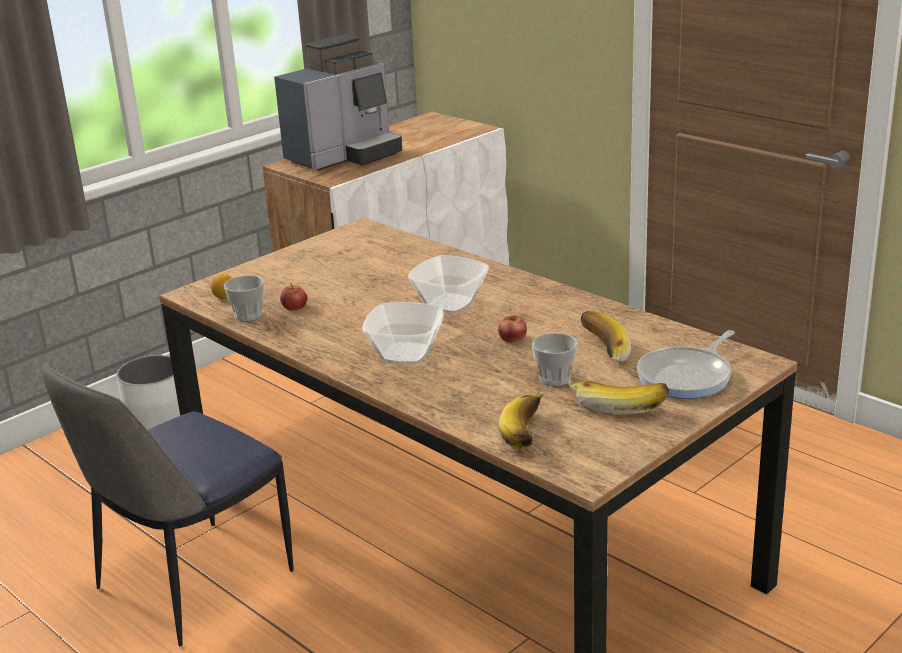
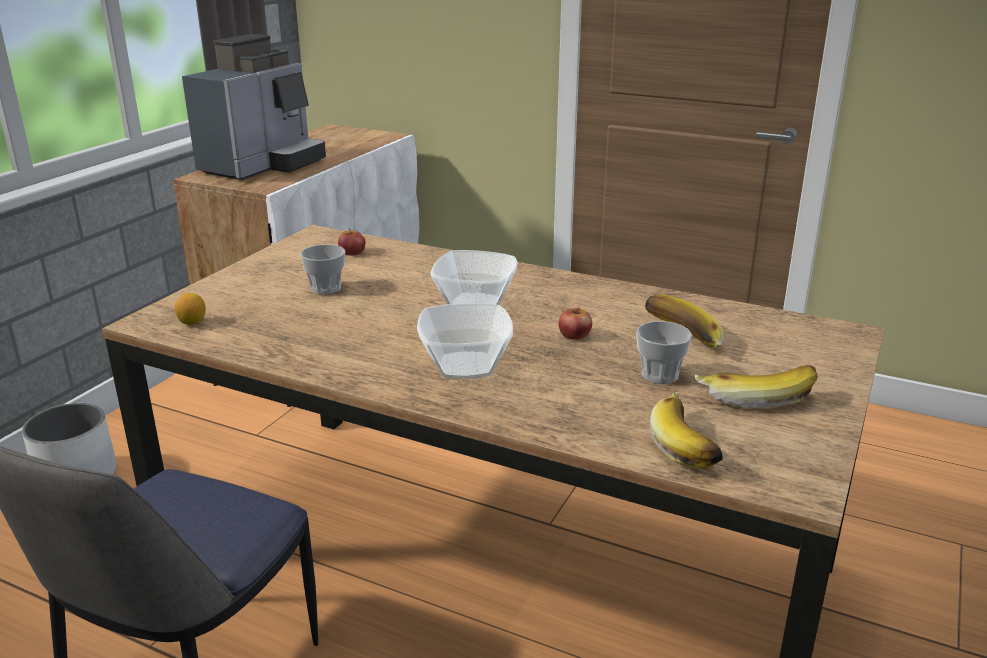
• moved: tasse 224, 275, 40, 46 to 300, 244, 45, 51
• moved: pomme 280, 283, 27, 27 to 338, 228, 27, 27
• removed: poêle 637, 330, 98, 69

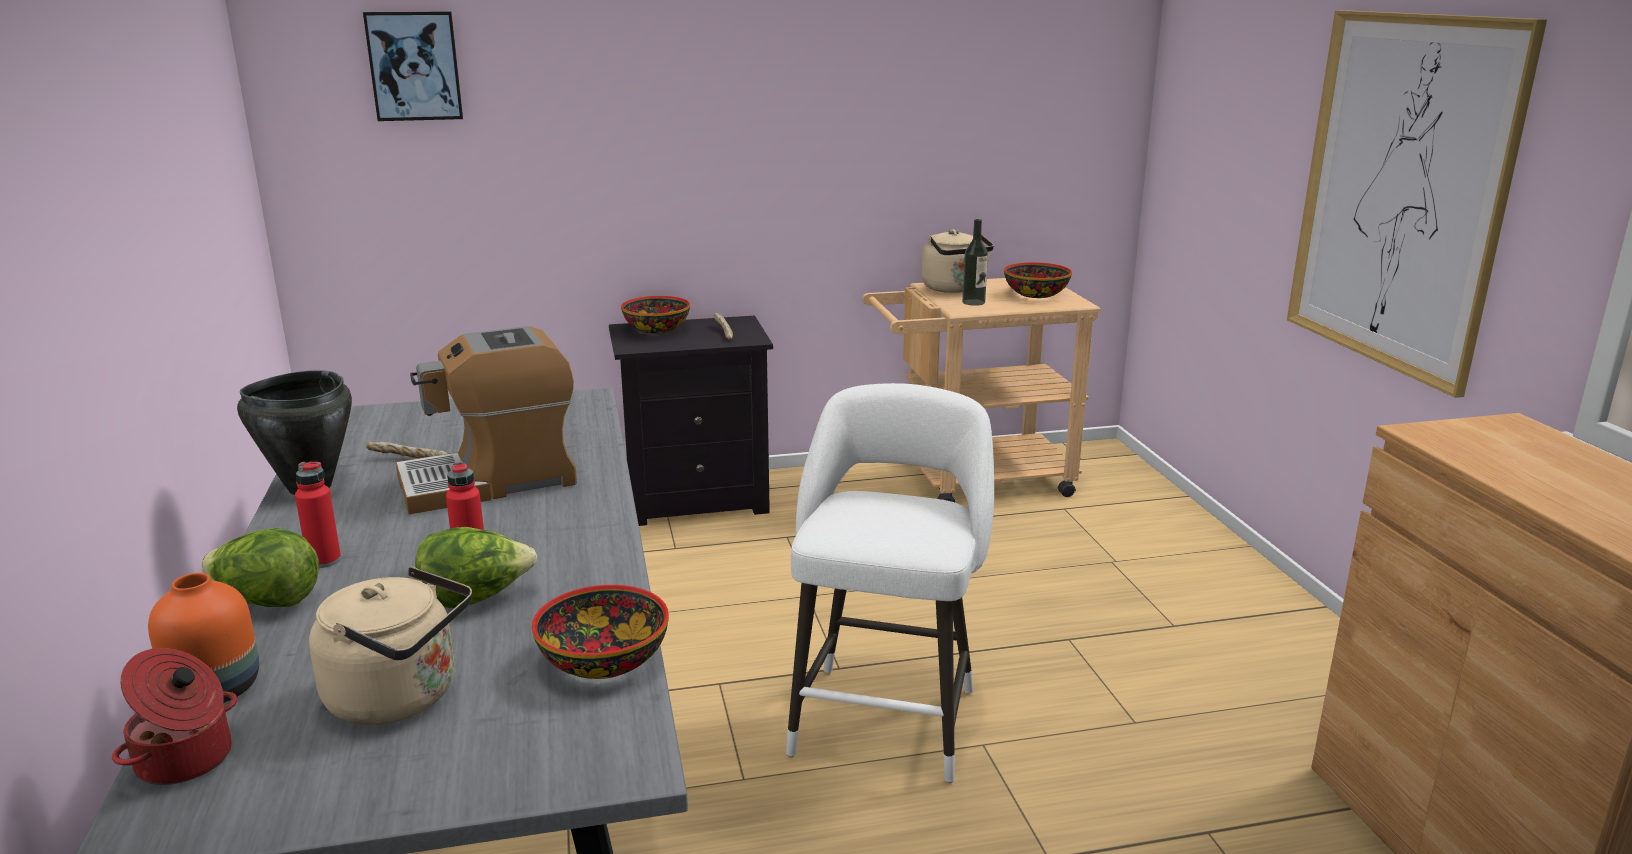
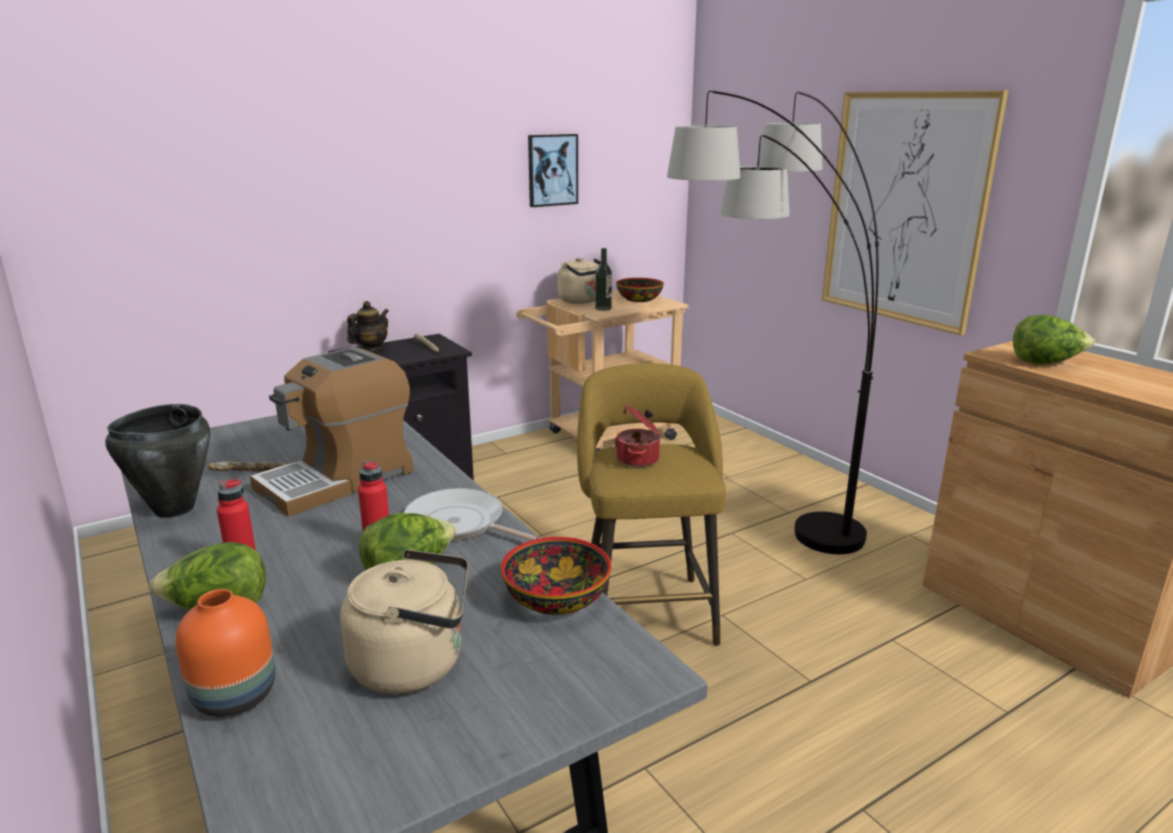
• replaced: bol 621, 296, 69, 38 to théière 347, 301, 42, 52
• added: poêle 404, 488, 136, 53
• moved: tableau 363, 12, 100, 109 to 528, 134, 50, 73
• recoloured: tabouret [blanc] 786, 383, 208, 400 to tabouret [jaune] 577, 363, 149, 283
• moved: marmite 112, 648, 125, 137 to 615, 405, 46, 62
• added: lampadaire 667, 91, 212, 463
• added: laitue 1013, 315, 82, 50

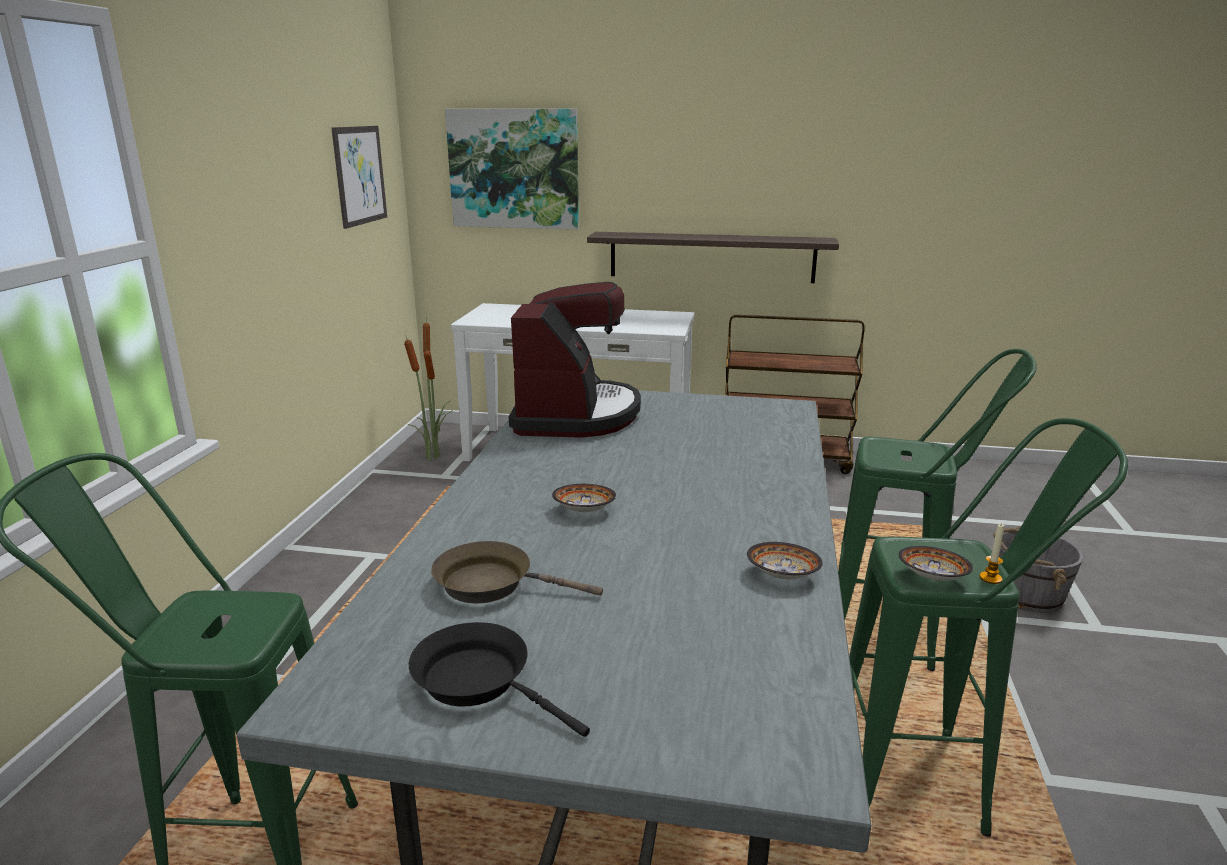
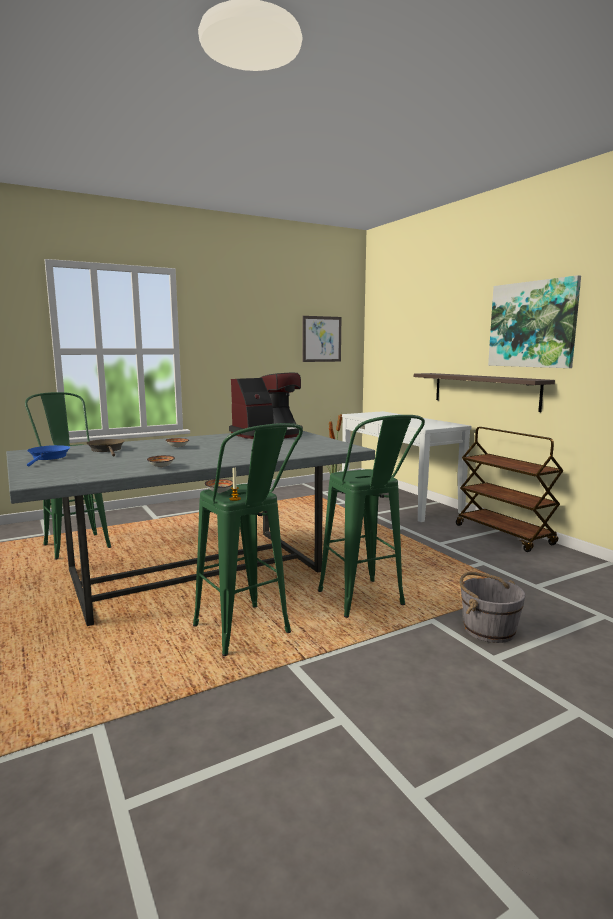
• recoloured: poêle [noir] 409, 622, 181, 115 to poêle [bleu] 27, 445, 43, 22
• moved: tableau 445, 109, 134, 120 to 488, 275, 93, 93

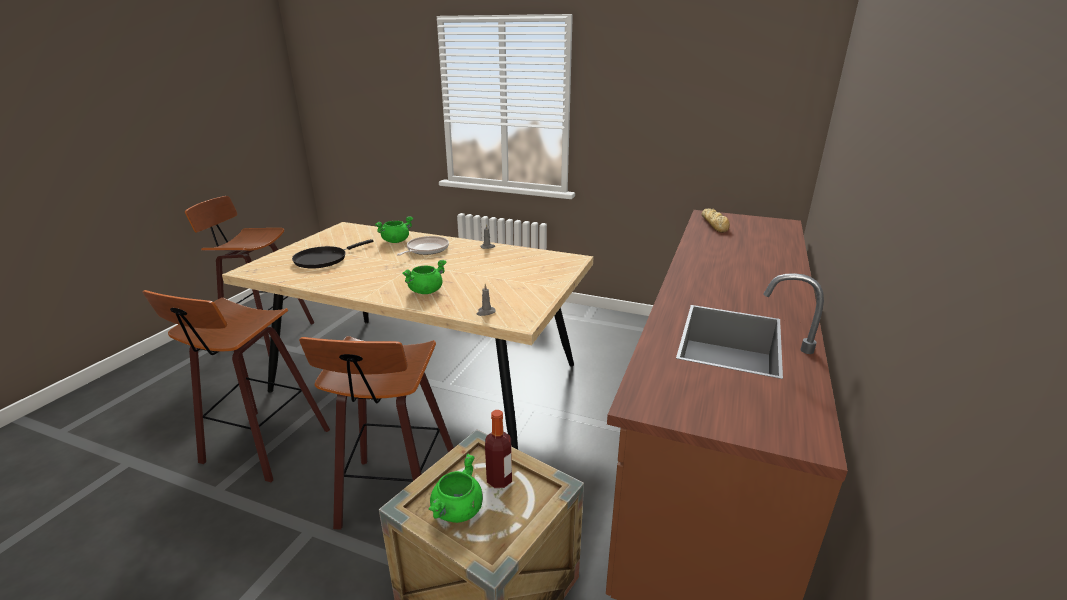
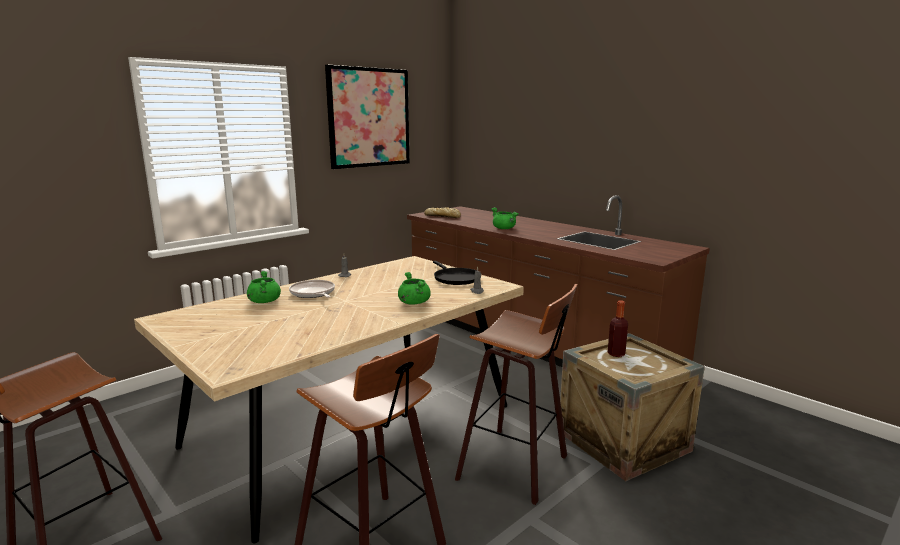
• added: tableau 325, 65, 85, 104
• moved: poêle [noir] 292, 239, 82, 29 to 433, 261, 44, 24
• moved: marmite [vert] 428, 454, 55, 69 to 491, 207, 28, 22

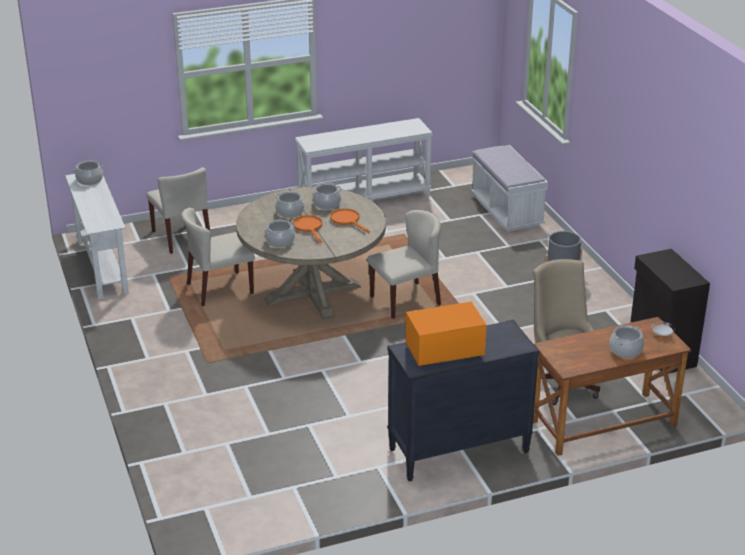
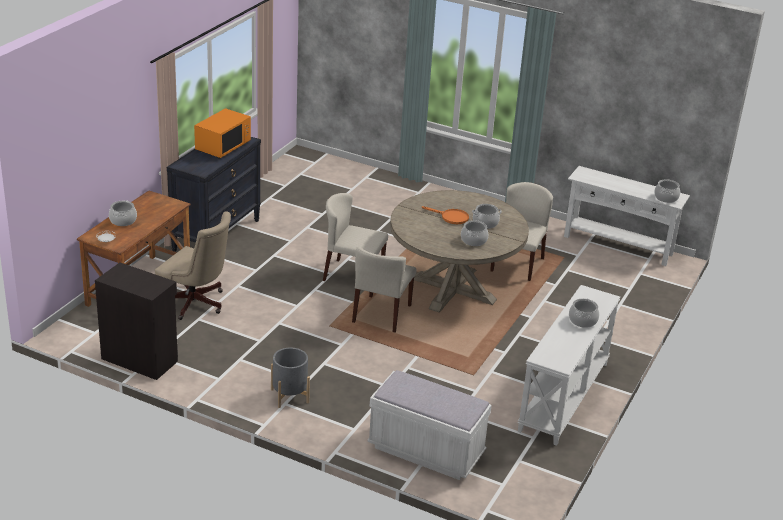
• moved: chaise [beige] 147, 167, 63, 87 to 323, 193, 65, 88
• moved: marmite 264, 220, 31, 27 to 569, 299, 30, 29
• removed: poêle [orange] 330, 209, 40, 24

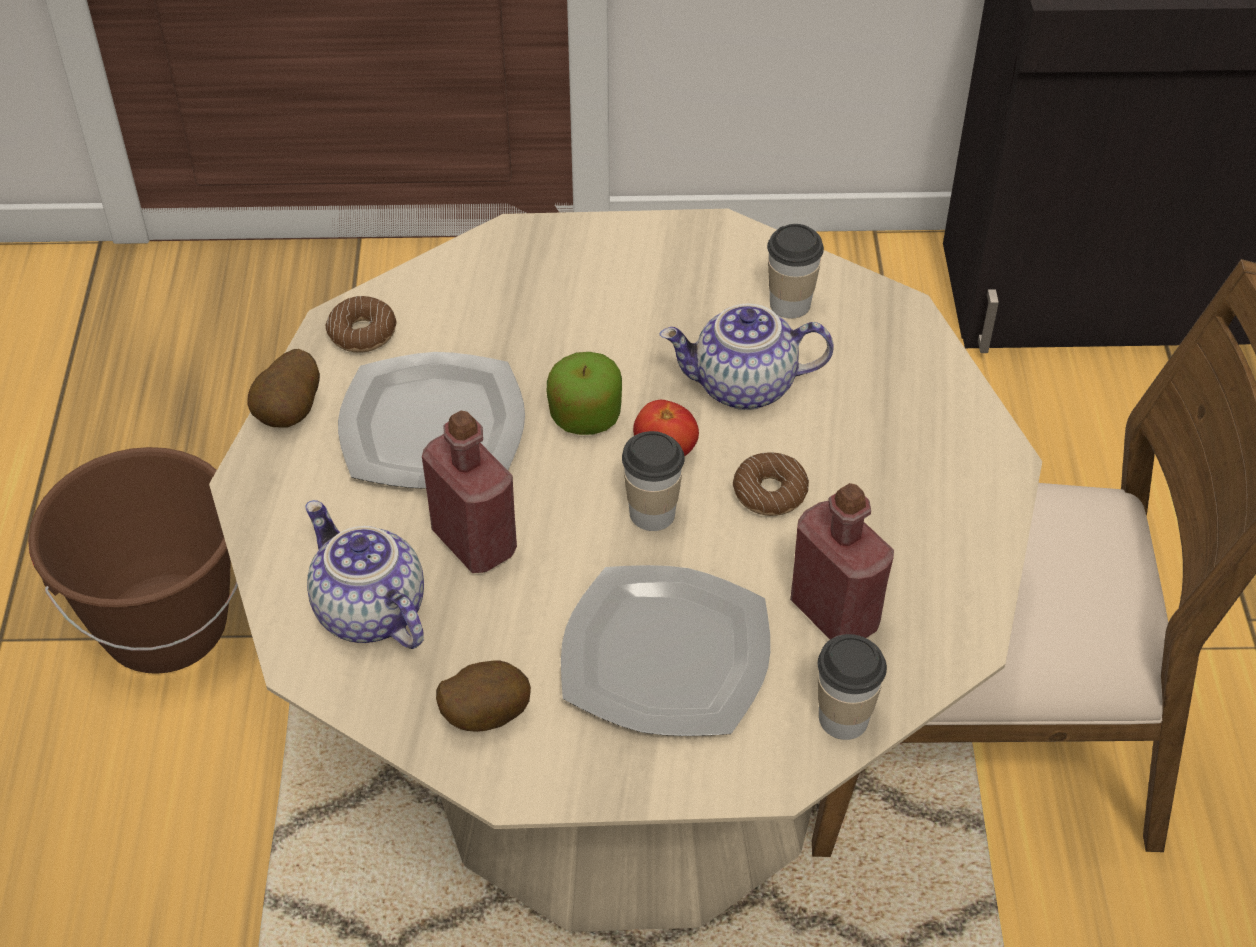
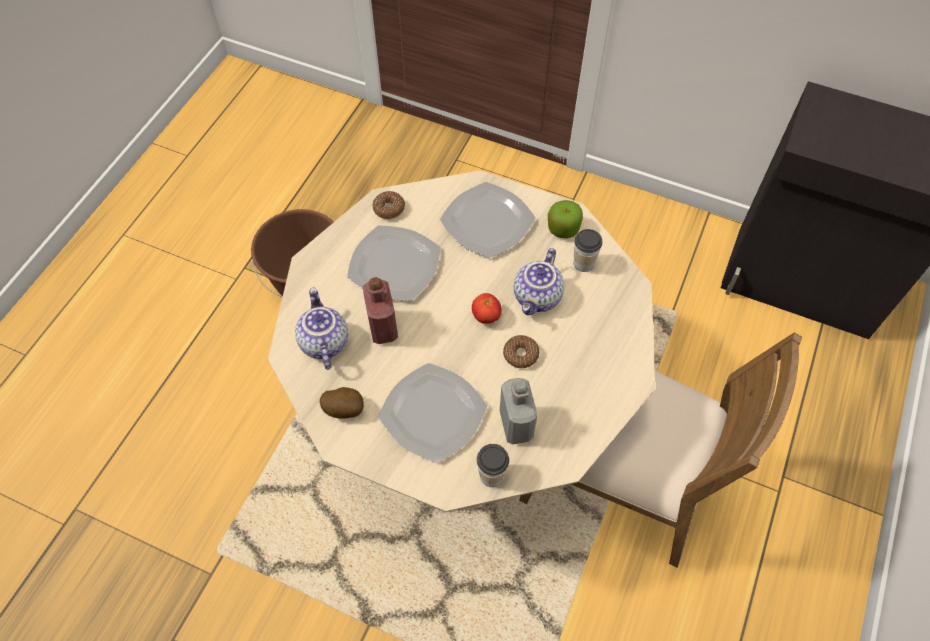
• added: assiette 440, 182, 96, 76
• recoloured: bouteille [rouge] 790, 483, 104, 156 to bouteille [gris] 500, 378, 38, 66
• turned: théière 660, 304, 174, 106 = 514, 248, 50, 67 90 degrees counterclockwise
• moved: pomme 547, 352, 75, 83 to 548, 200, 35, 38
• removed: pomme de terre 247, 349, 73, 78
• removed: tasse 622, 431, 63, 100

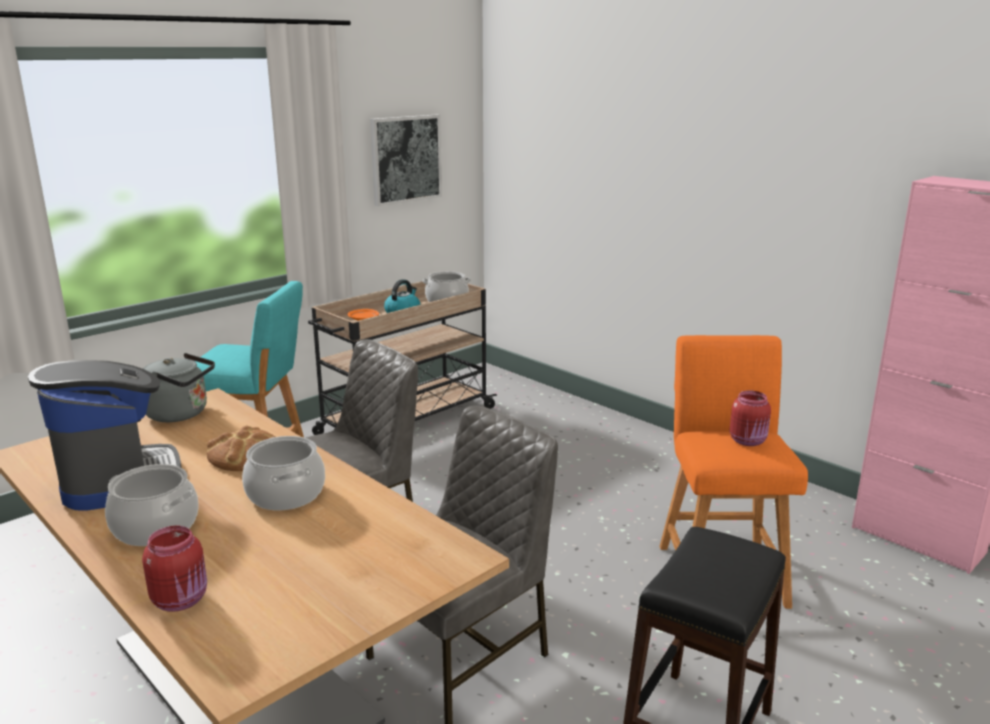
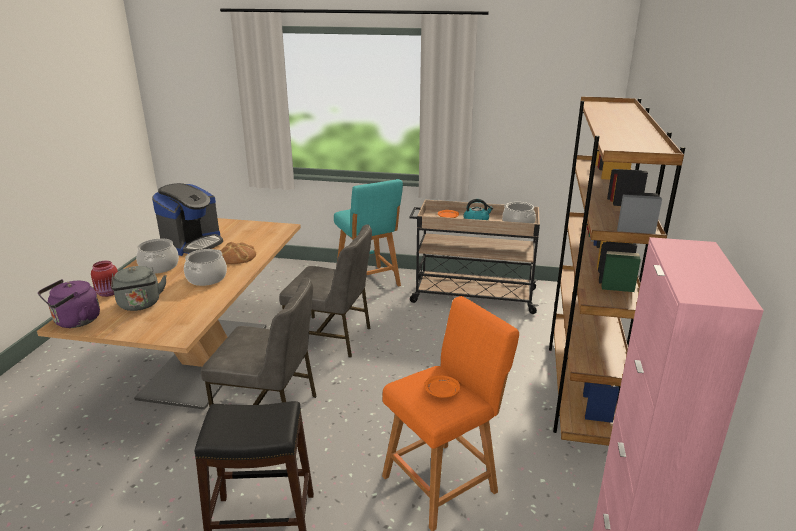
• added: bouilloire [violet] 38, 279, 62, 49
• moved: bouilloire [gris] 143, 353, 72, 69 to 111, 266, 56, 45
• replaced: bocal [rouge] 730, 390, 41, 56 to assiette [orange] 424, 375, 36, 23
• added: bibliothèque [marron] 549, 96, 137, 350
• removed: tableau 370, 115, 72, 91

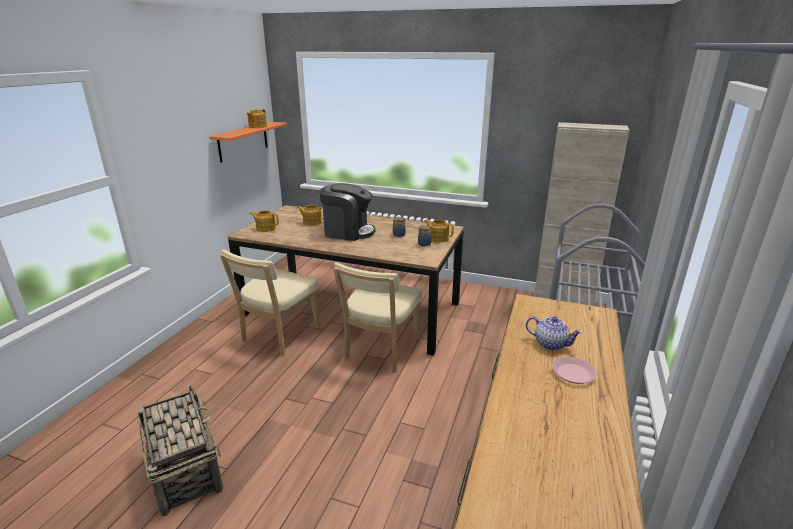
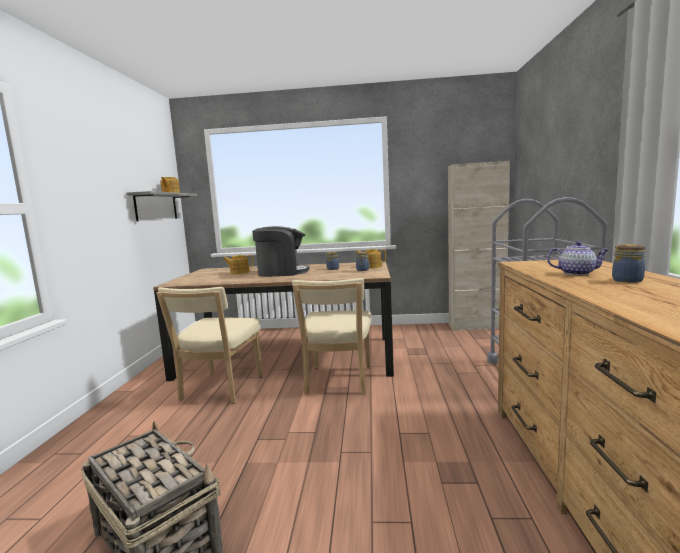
• recoloured: étagère [orange] 209, 122, 78, 40 to étagère [gris] 126, 191, 71, 30
• replaced: assiette [rose] 552, 357, 45, 27 to bocal 612, 244, 33, 39
• removed: théière 250, 210, 29, 22

